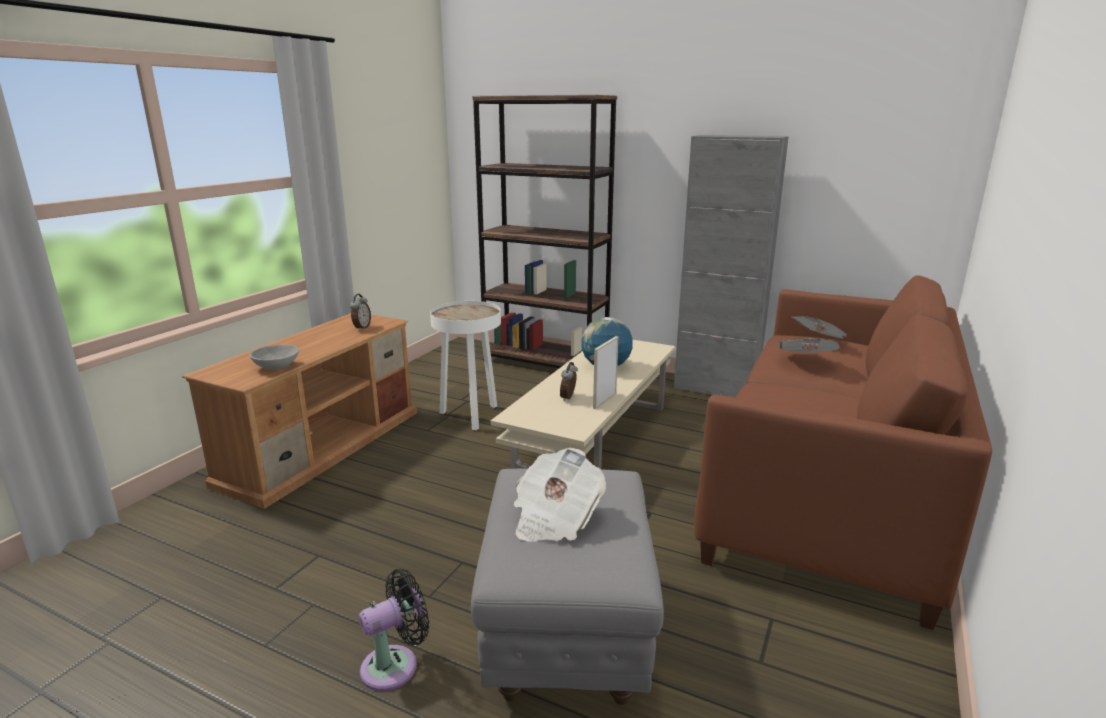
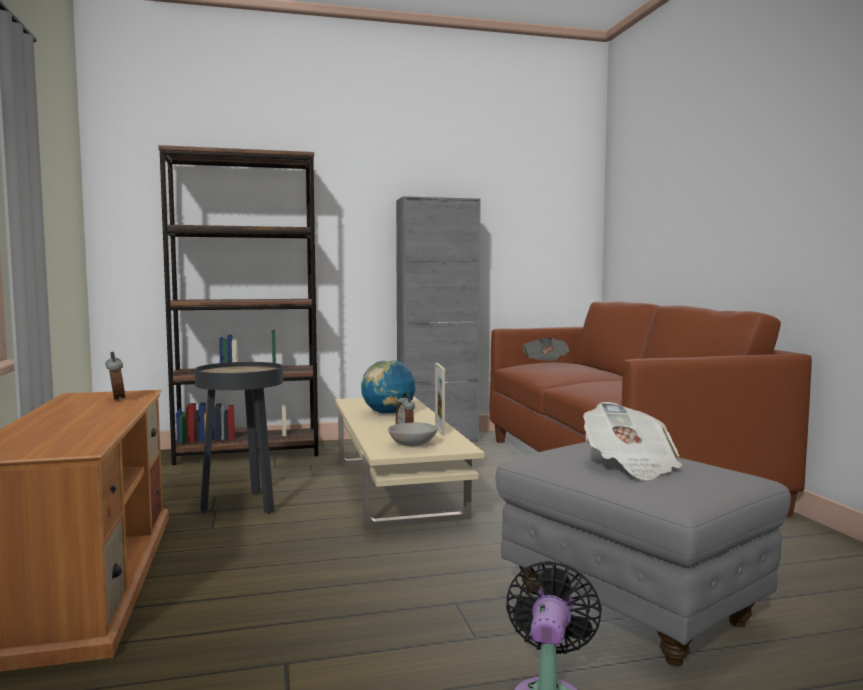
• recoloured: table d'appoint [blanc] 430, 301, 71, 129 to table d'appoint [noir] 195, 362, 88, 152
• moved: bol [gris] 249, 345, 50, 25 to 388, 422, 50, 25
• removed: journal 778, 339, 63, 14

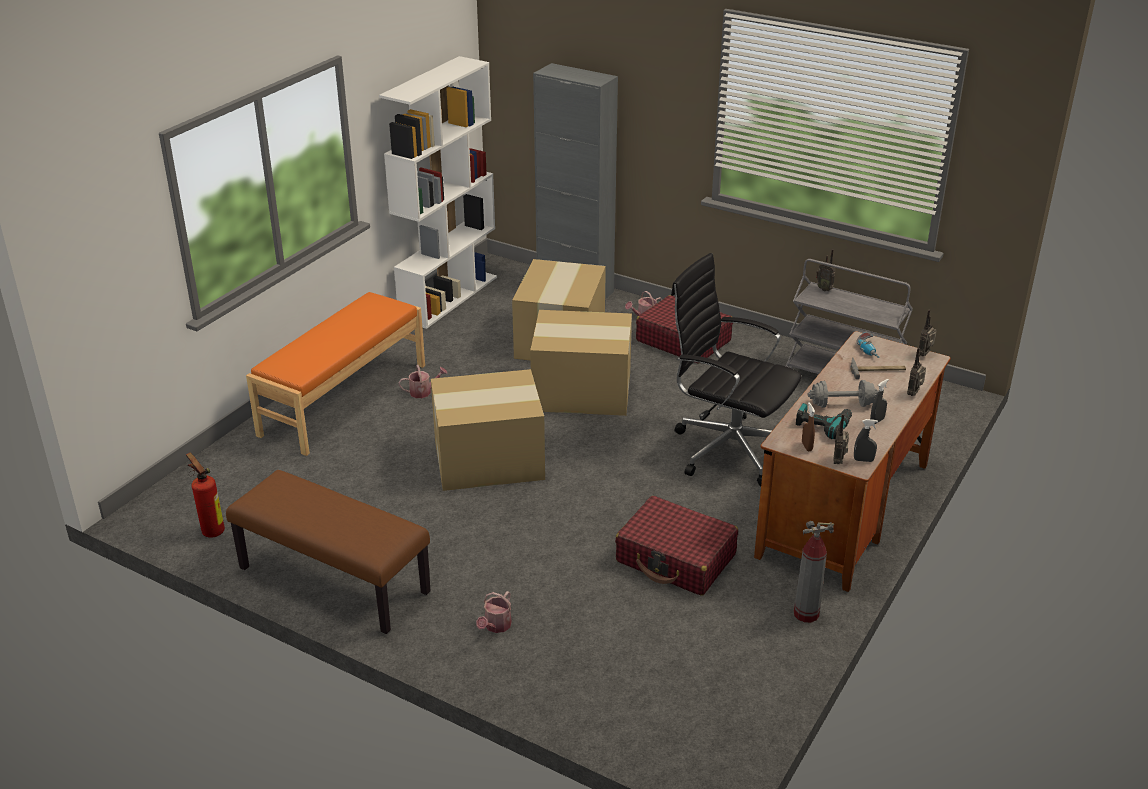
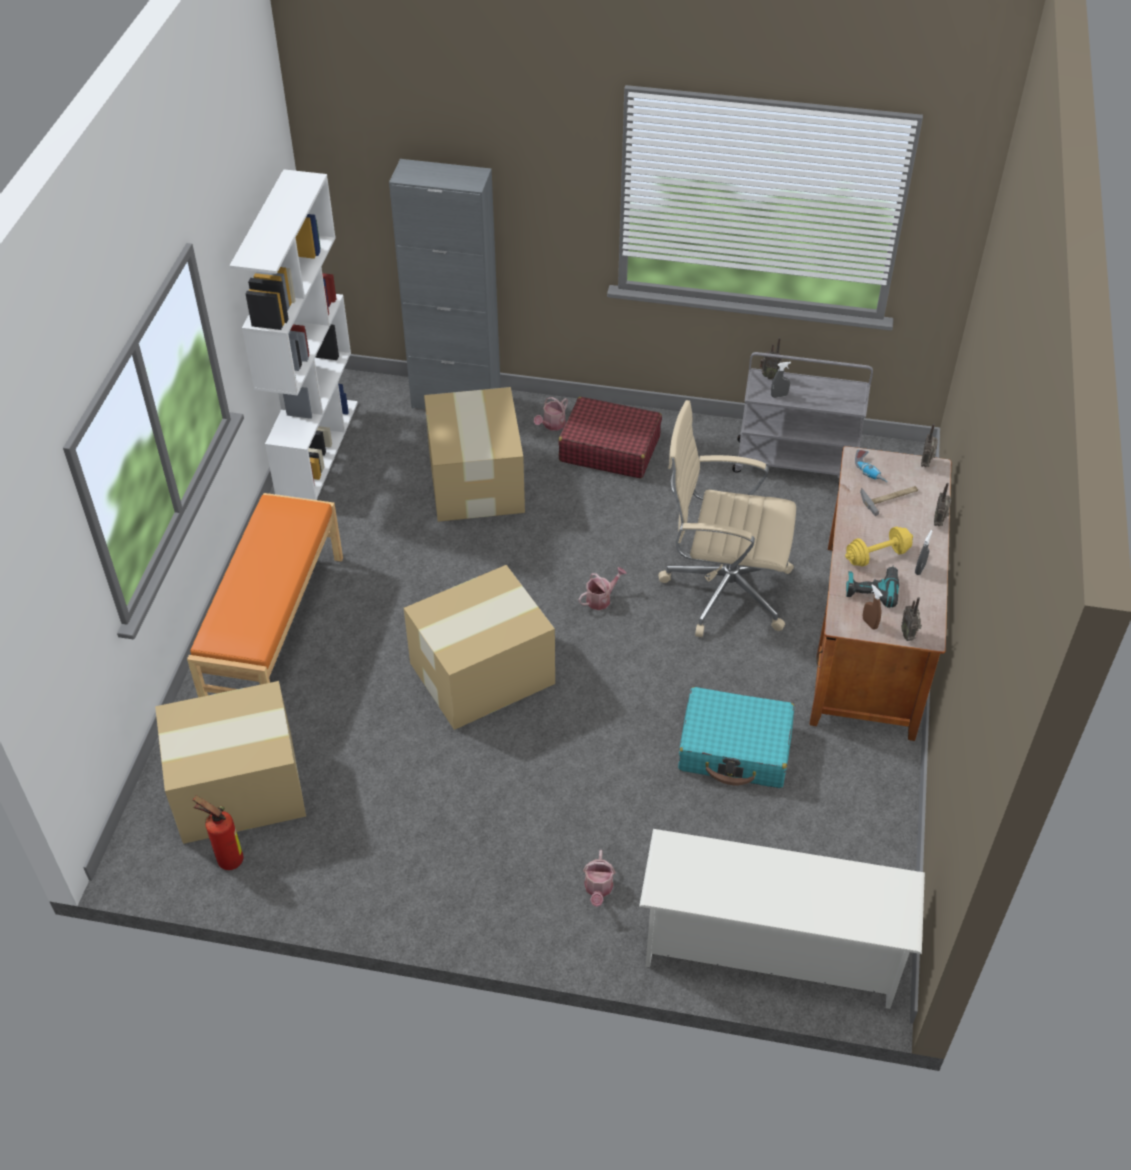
• moved: carton 530, 310, 102, 106 to 155, 681, 151, 163
• moved: arrosoir 398, 365, 49, 33 to 578, 567, 49, 43
• added: étagère à chaussures [blanc] 639, 829, 286, 180
• recoloured: chaise de bureau [noir] 671, 253, 131, 233 to chaise de bureau [beige] 658, 400, 138, 237
• recoloured: valise [rouge] 615, 496, 123, 100 to valise [turquoise] 678, 687, 117, 101
• moved: vaporisateur [gris] 854, 419, 24, 43 to 771, 362, 20, 36
• recoloured: haltère [gris] 808, 380, 70, 28 to haltère [jaune] 845, 527, 68, 40
• removed: banc [marron] 226, 470, 204, 164
• removed: extincteur 794, 521, 40, 102

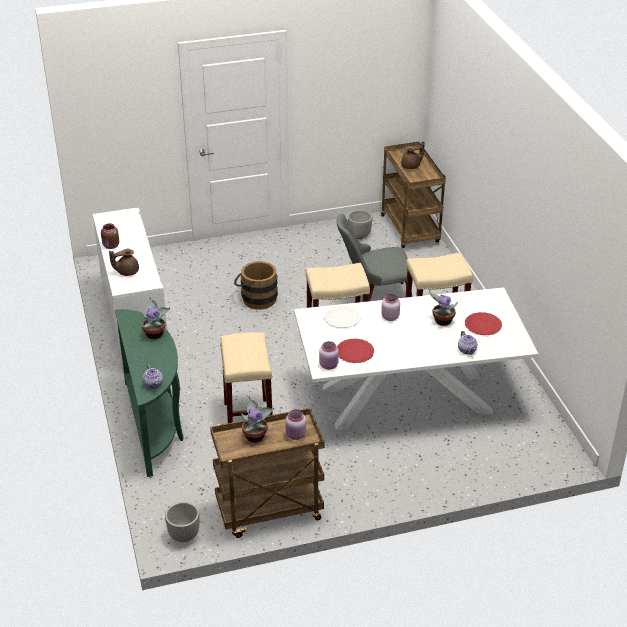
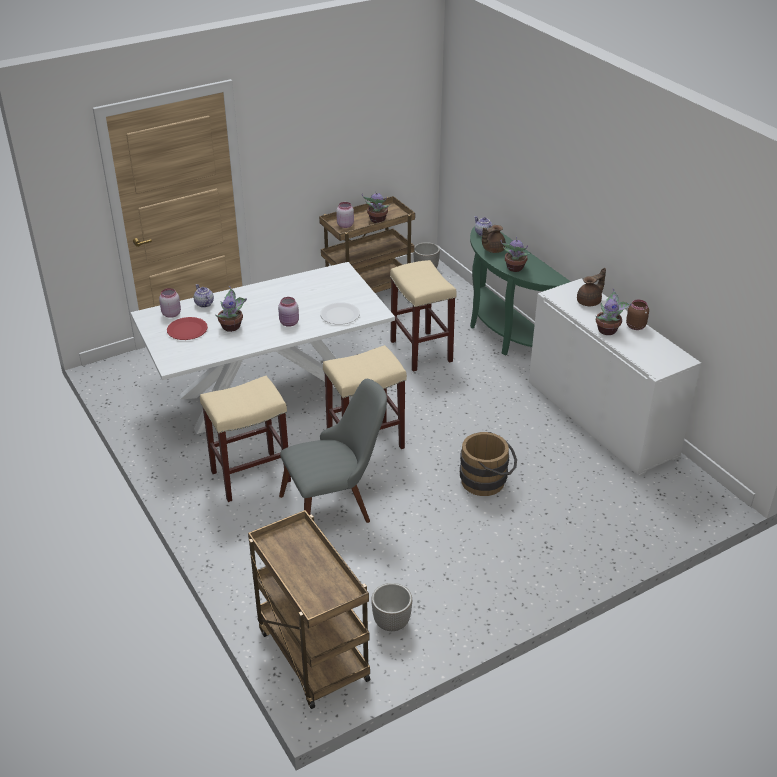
• moved: bocal [rose] 319, 341, 20, 29 to 159, 288, 22, 30
• moved: théière [marron] 401, 141, 24, 28 to 482, 225, 24, 28
• added: plante en pot 596, 288, 36, 47
• removed: assiette [rouge] 337, 339, 37, 24

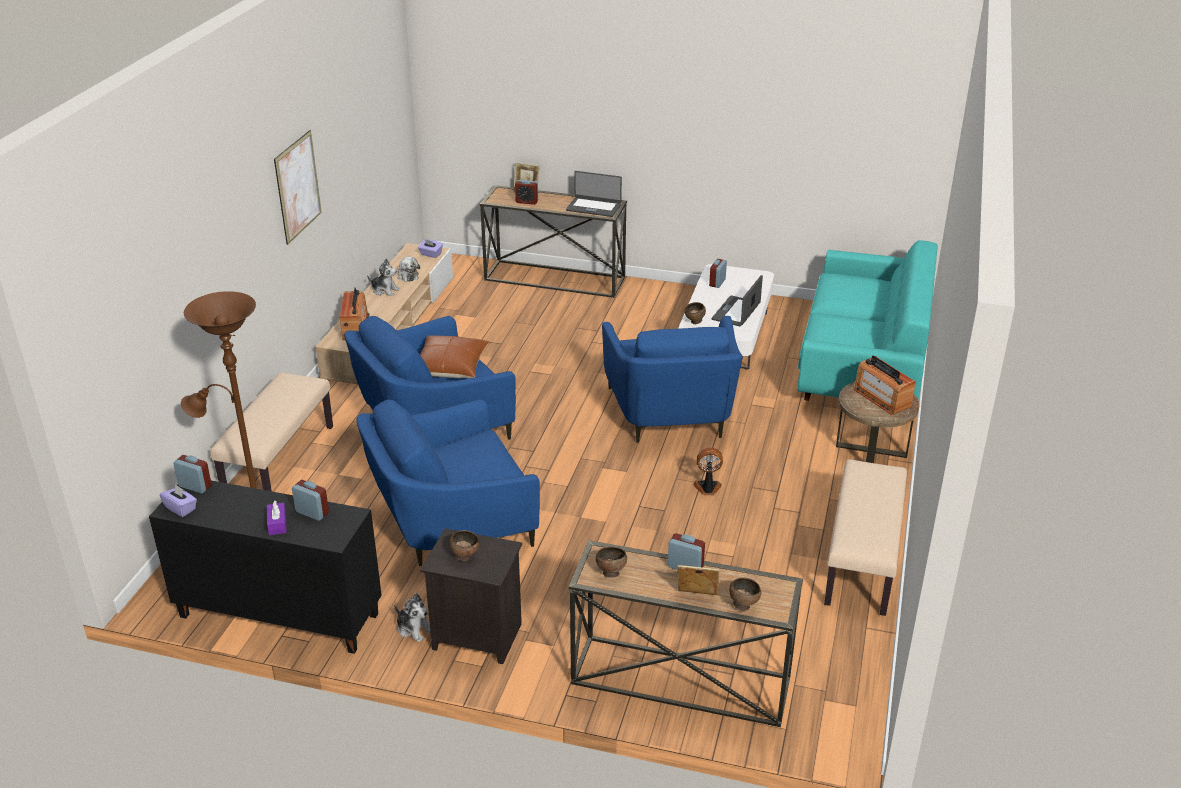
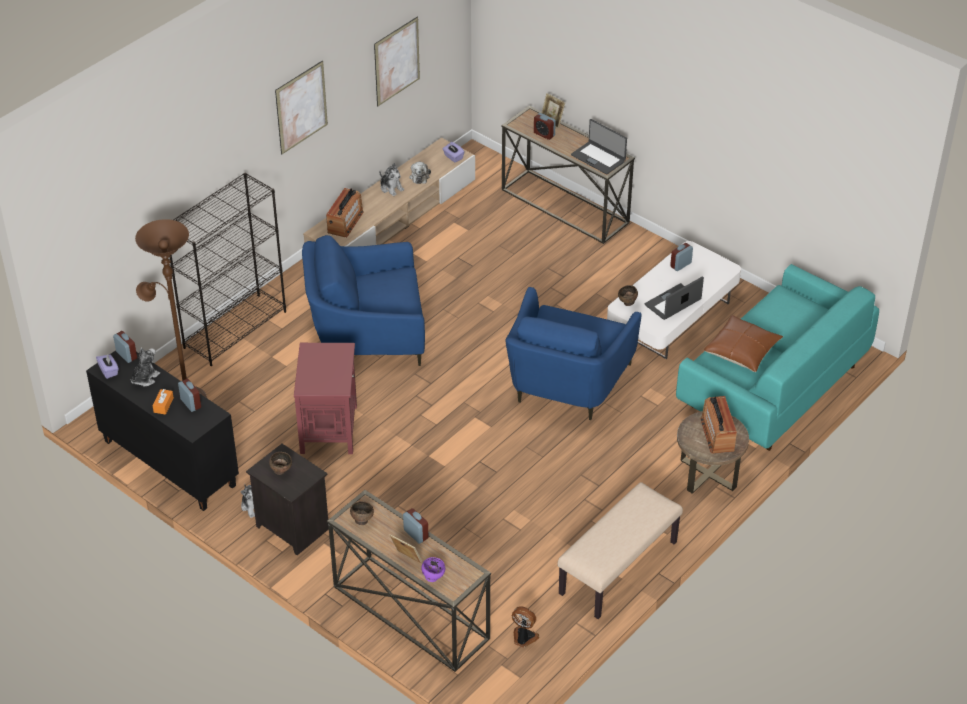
• added: peluche 131, 348, 29, 38
• recoloured: boîte à mouchoirs [violet] 267, 501, 20, 34 to boîte à mouchoirs [orange] 152, 389, 22, 26
• replaced: banc [beige] 210, 372, 123, 119 to bibliothèque [noir] 170, 172, 116, 194
• replaced: fauteuil [bleu] 357, 400, 183, 166 to table d'appoint [rouge] 294, 343, 63, 111
• added: tableau 374, 17, 46, 89
• recoloured: bol [marron] 729, 577, 32, 34 to bol [violet] 421, 557, 24, 25
• moved: ventilateur 693, 448, 30, 47 to 512, 606, 27, 42
• moved: coussin [marron] 420, 335, 69, 43 to 704, 315, 79, 57

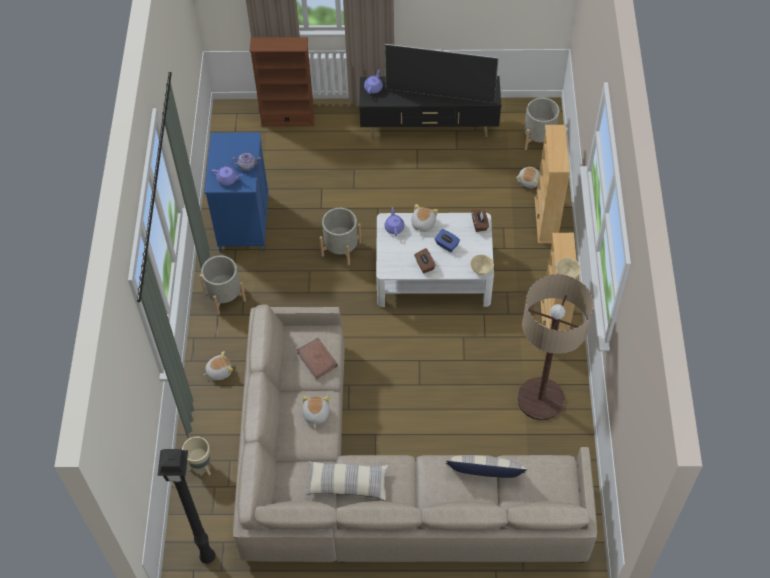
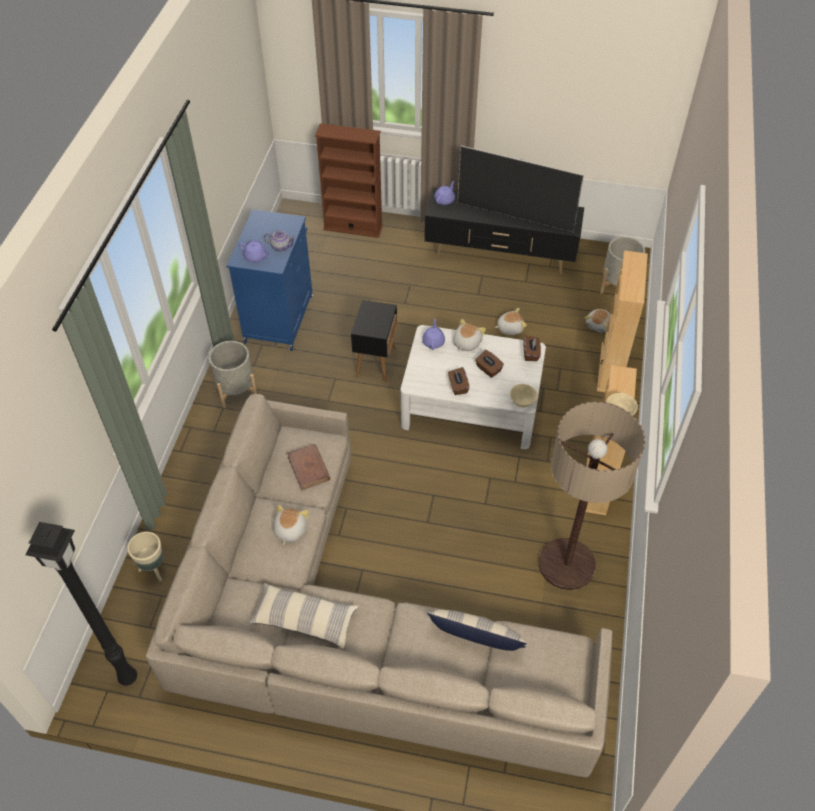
• replaced: cache-pot [gris] 320, 208, 42, 57 to table d'appoint [noir] 351, 300, 47, 82
• recoloured: boîte à mouchoirs [bleu] 435, 229, 25, 23 to boîte à mouchoirs [marron] 475, 350, 29, 28
• moved: peluche 203, 351, 30, 29 to 494, 308, 33, 27

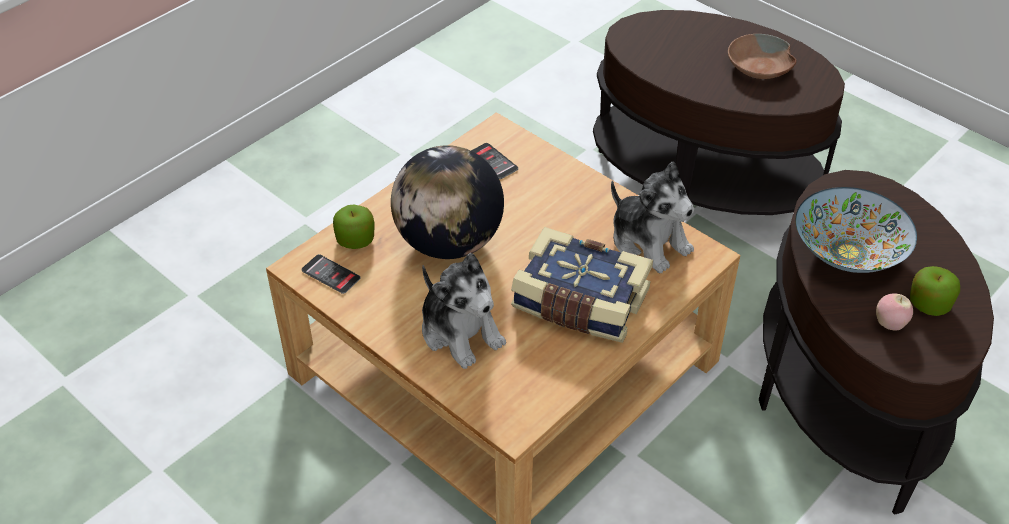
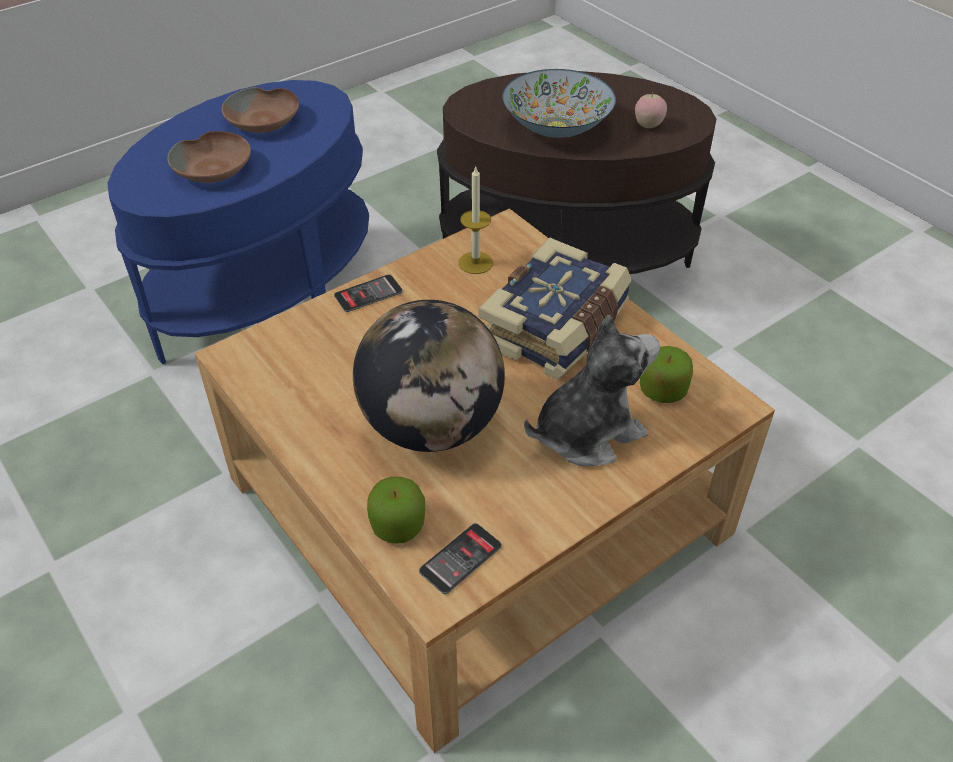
• recoloured: table d'appoint [marron] 593, 10, 252, 212 to table d'appoint [bleu] 107, 80, 262, 284
• added: bol [marron] 167, 131, 84, 52
• moved: téléphone 471, 143, 47, 36 to 334, 274, 69, 38
• replaced: peluche 611, 162, 83, 111 to bougie 458, 165, 35, 109
• moved: pomme 910, 266, 50, 50 to 640, 346, 53, 57

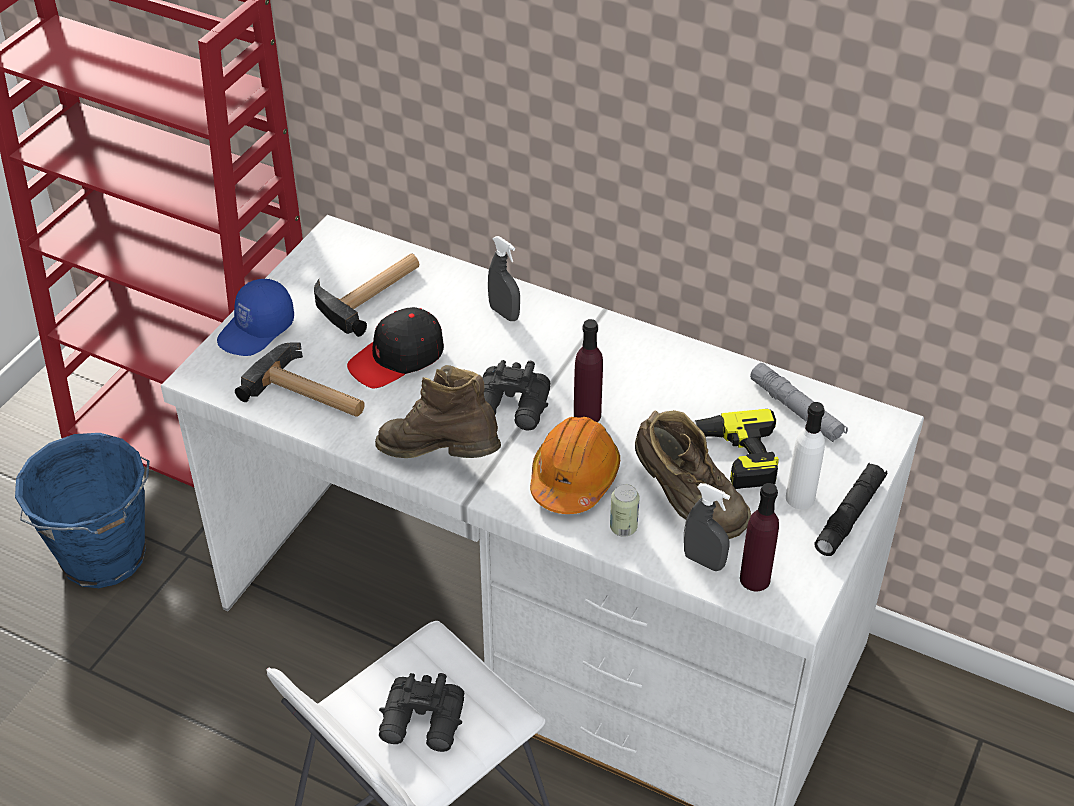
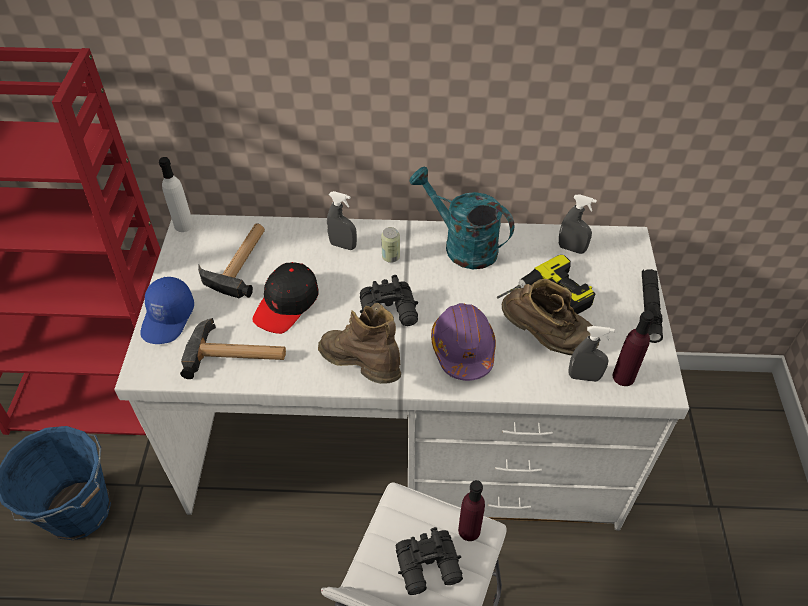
• moved: bouteille [blanc] 786, 402, 39, 107 to 159, 157, 34, 75
• turned: botte [marron] 375, 365, 126, 93 = 318, 303, 83, 81 45 degrees clockwise
• moved: boîte métallique 610, 484, 30, 53 to 381, 227, 19, 36
• added: arrosoir [turquoise] 409, 167, 105, 102
• recoloured: casque de chantier [orange] 530, 417, 90, 97 to casque de chantier [violet] 431, 303, 65, 78
• moved: bouteille [violet] 574, 319, 29, 103 to 458, 480, 27, 61
• replaced: lampe de poche [gris] 750, 363, 98, 79 to vaporisateur [gris] 559, 194, 38, 60

